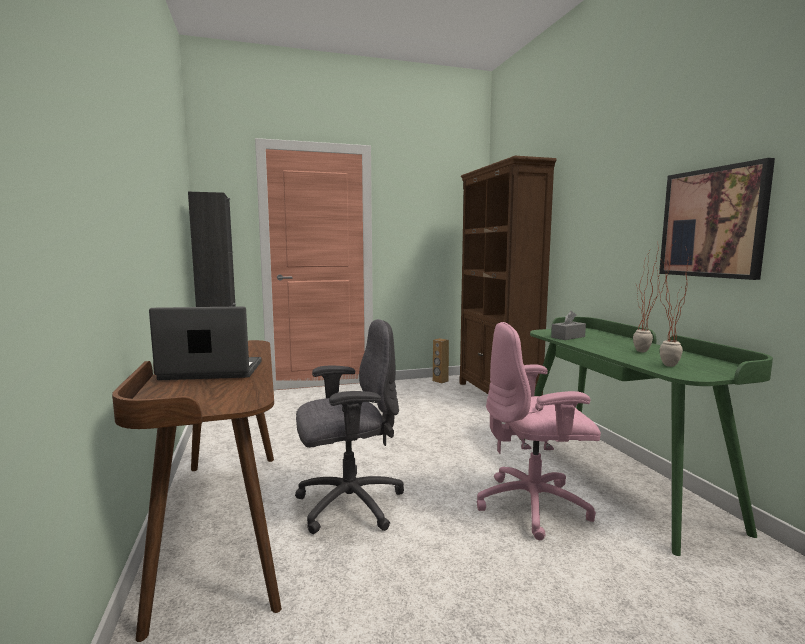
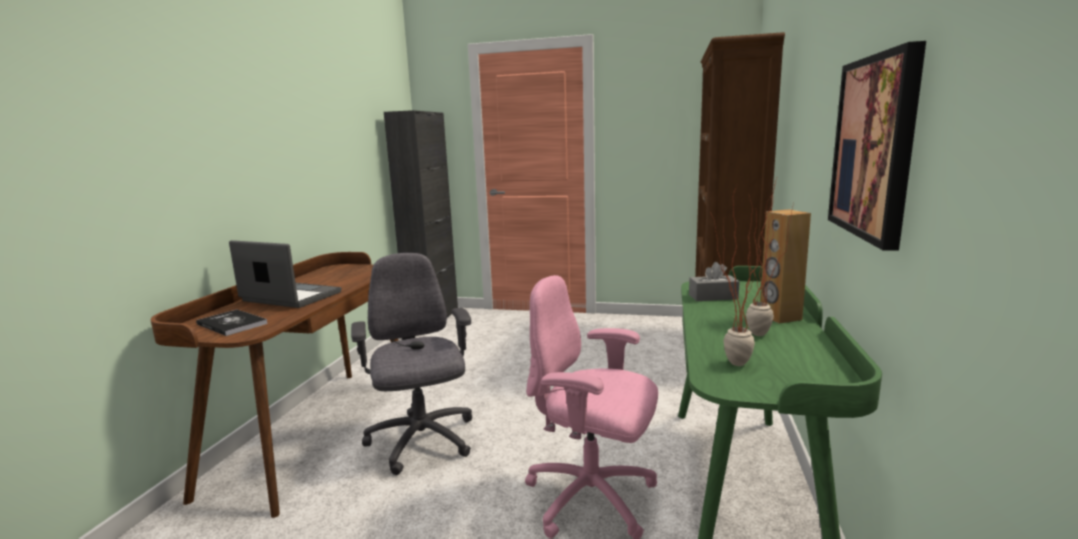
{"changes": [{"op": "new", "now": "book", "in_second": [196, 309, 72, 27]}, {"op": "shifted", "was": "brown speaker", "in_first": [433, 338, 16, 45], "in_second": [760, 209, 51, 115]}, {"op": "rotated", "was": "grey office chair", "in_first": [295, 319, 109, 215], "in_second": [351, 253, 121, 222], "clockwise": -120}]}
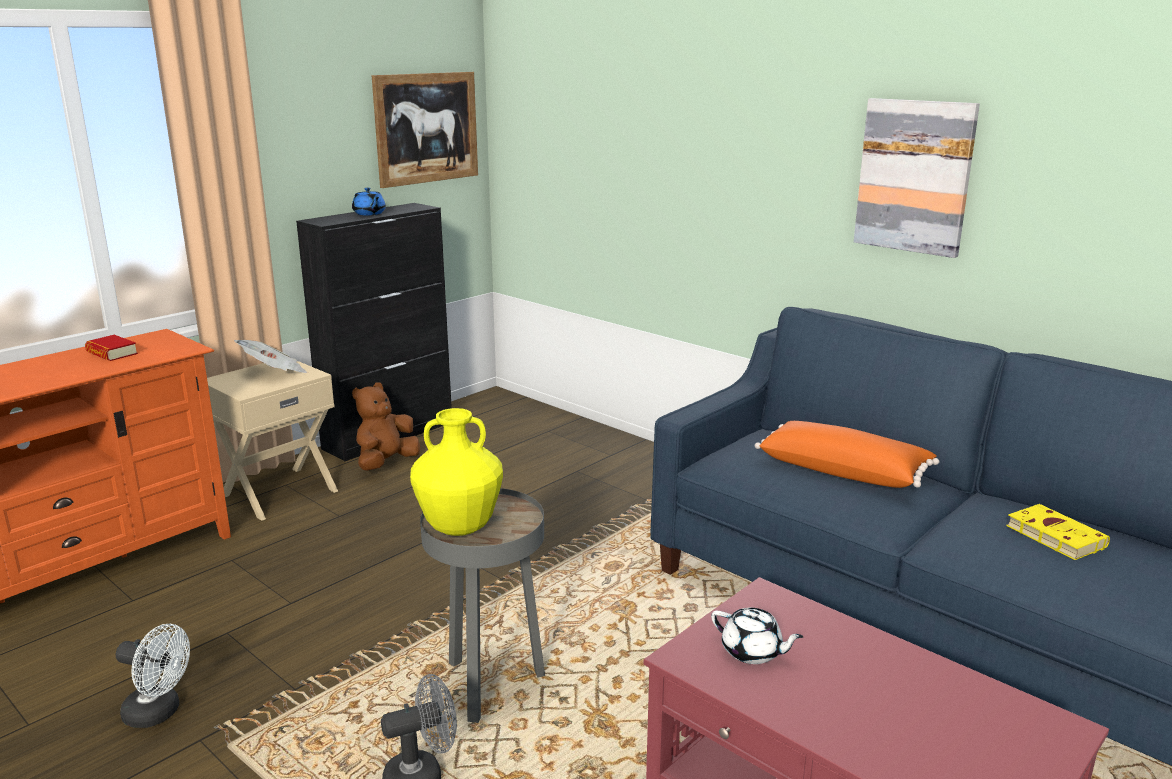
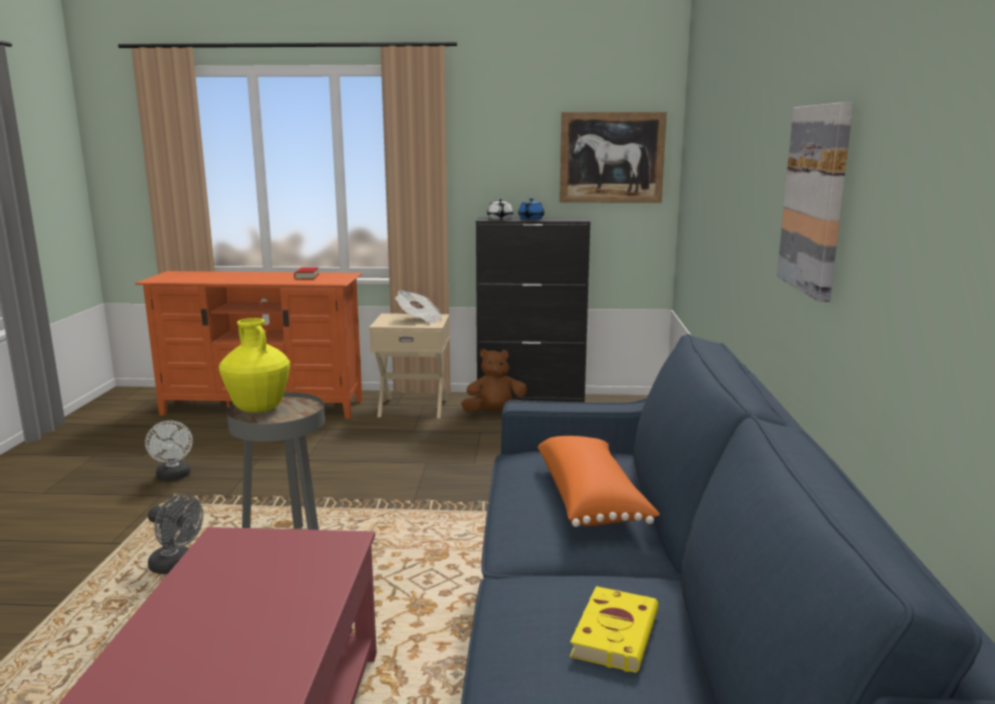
{"changes": [{"op": "shifted", "was": "white teapot", "in_first": [711, 608, 92, 56], "in_second": [487, 198, 26, 22]}]}
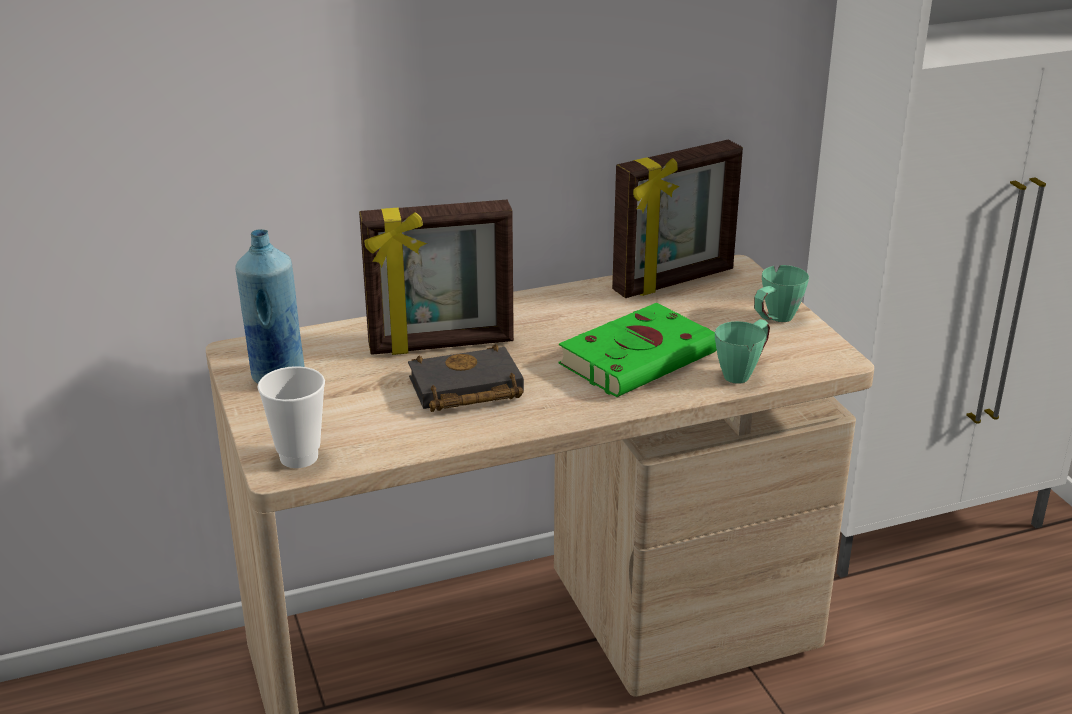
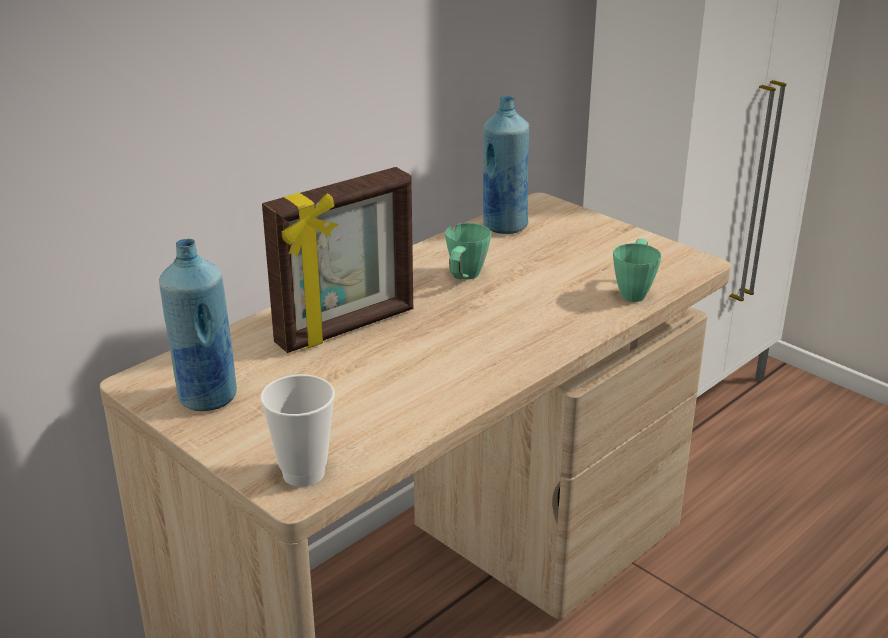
{"changes": [{"op": "gone", "was": "black book", "in_first": [408, 344, 116, 68]}, {"op": "gone", "was": "green book", "in_first": [559, 303, 158, 94]}, {"op": "shifted", "was": "green mug", "in_first": [754, 265, 55, 57], "in_second": [445, 223, 46, 56]}, {"op": "swapped", "was": "picture frame", "now": "blue bottle", "in_first": [612, 140, 131, 158], "in_second": [483, 96, 47, 138]}]}
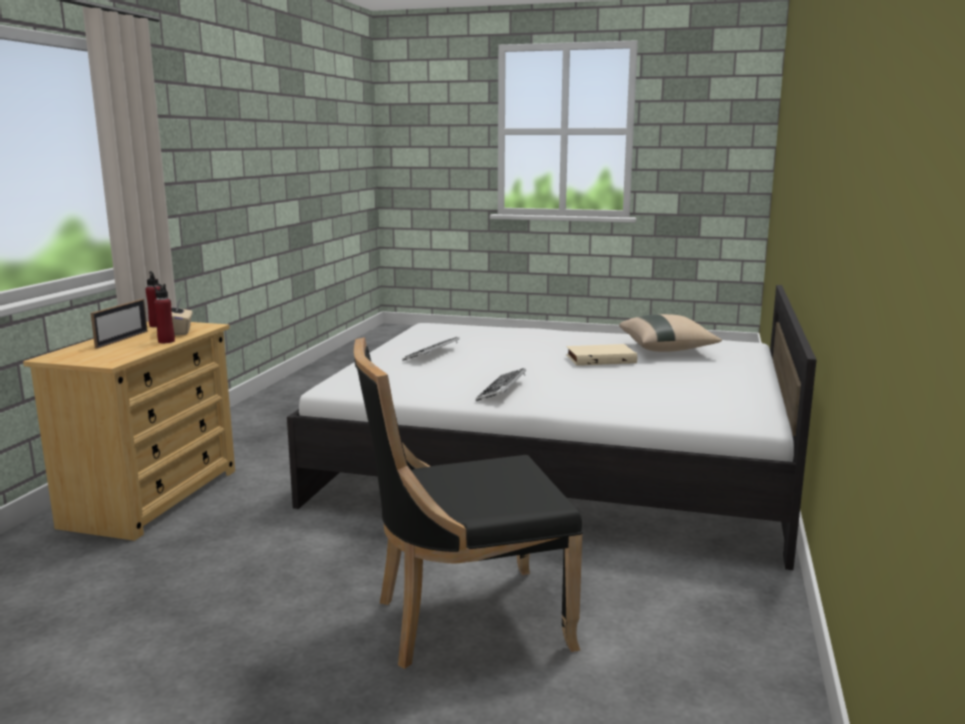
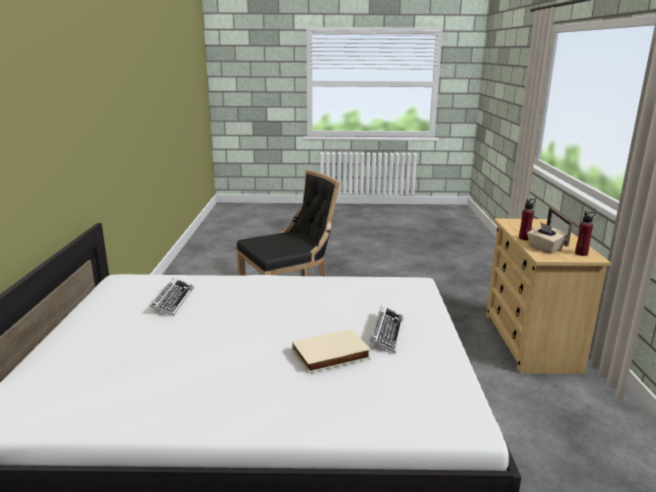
{"changes": [{"op": "gone", "was": "beige pillow", "in_first": [619, 314, 103, 38]}, {"op": "shifted", "was": "keyboard", "in_first": [476, 368, 50, 33], "in_second": [150, 278, 44, 38]}, {"op": "shifted", "was": "beige book", "in_first": [566, 344, 71, 22], "in_second": [292, 329, 79, 44]}]}
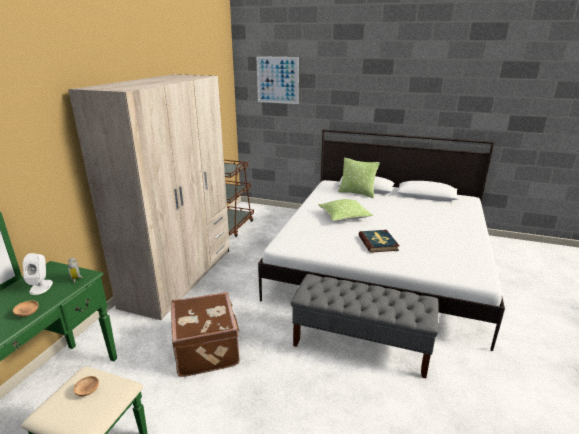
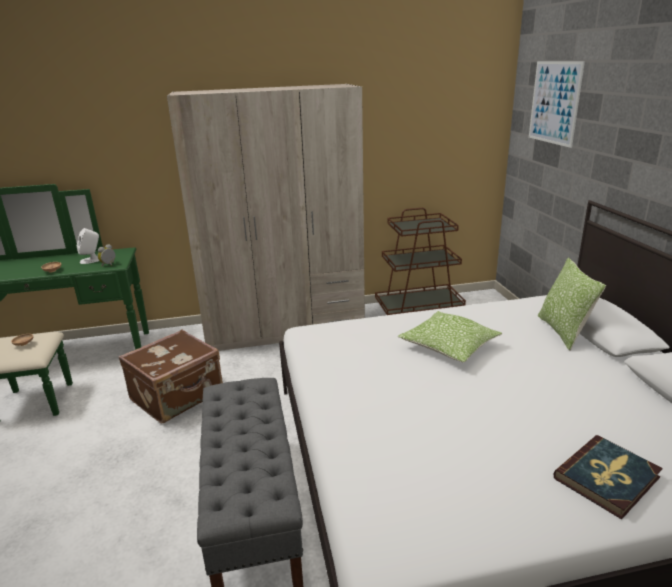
{"changes": [{"op": "shifted", "was": "book", "in_first": [359, 230, 40, 23], "in_second": [554, 435, 109, 84]}]}
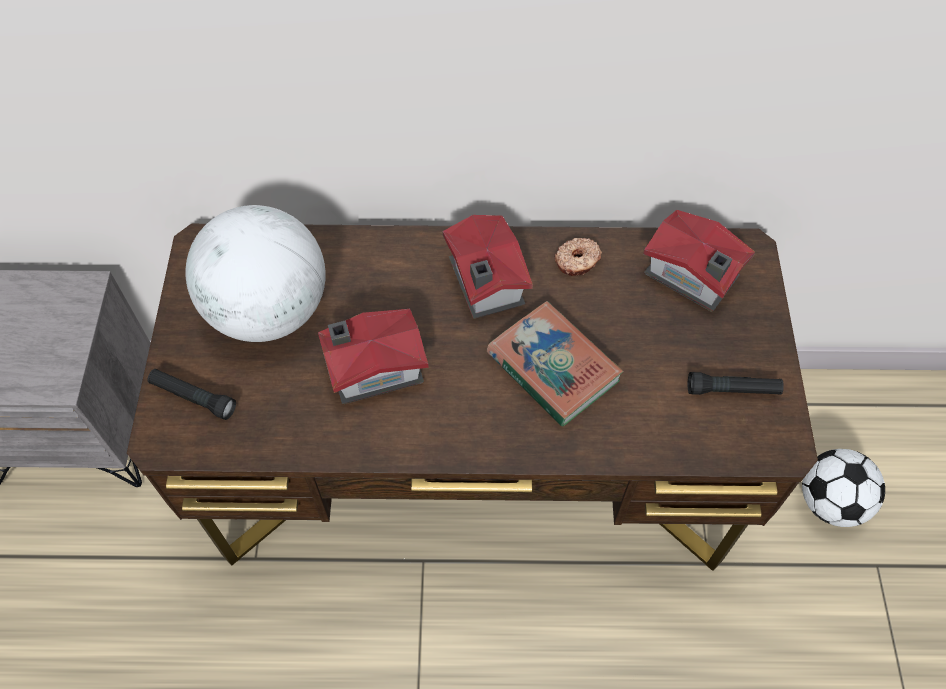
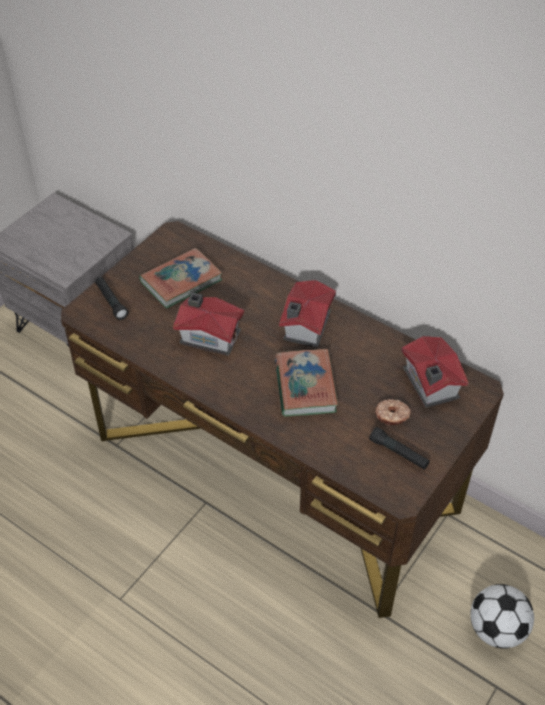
{"changes": [{"op": "shifted", "was": "donut", "in_first": [555, 238, 47, 38], "in_second": [375, 399, 36, 26]}, {"op": "swapped", "was": "globe", "now": "book", "in_first": [186, 205, 140, 137], "in_second": [139, 248, 83, 61]}]}
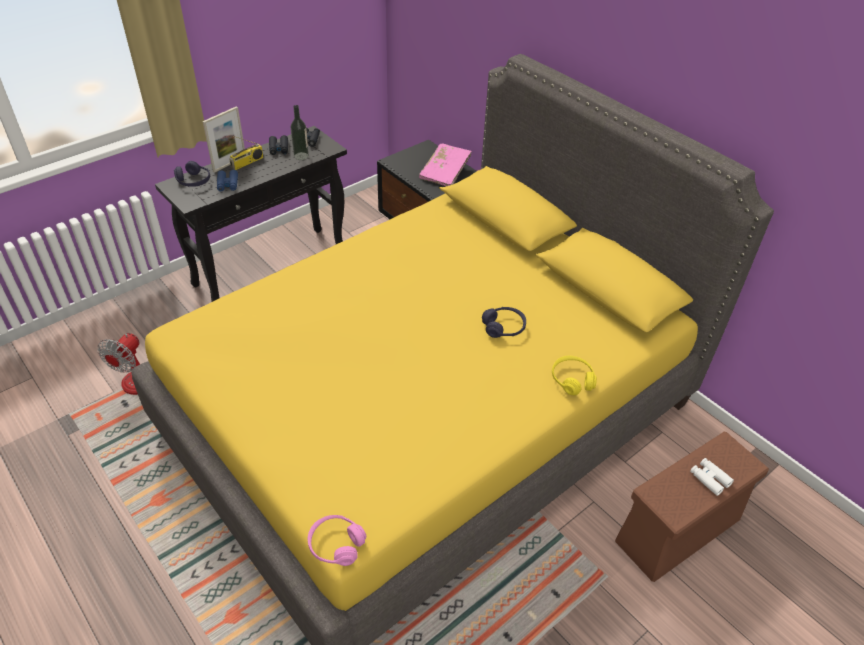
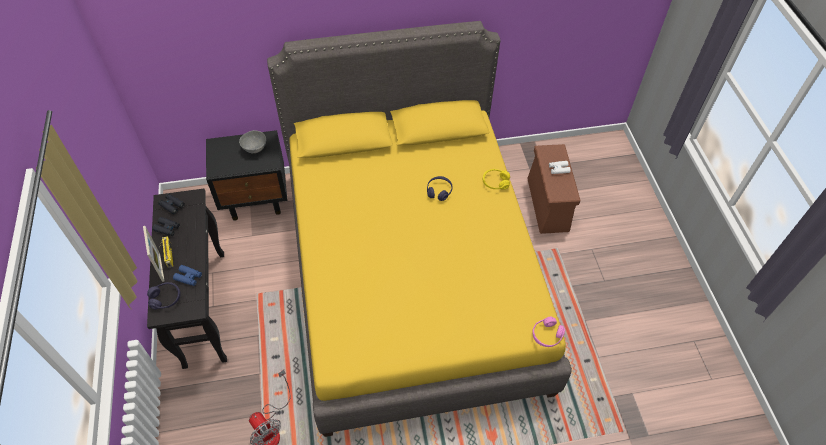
{"changes": [{"op": "gone", "was": "bottle", "in_first": [290, 105, 19, 55]}, {"op": "swapped", "was": "pink book", "now": "grey bowl", "in_first": [419, 143, 53, 43], "in_second": [239, 130, 27, 23]}]}
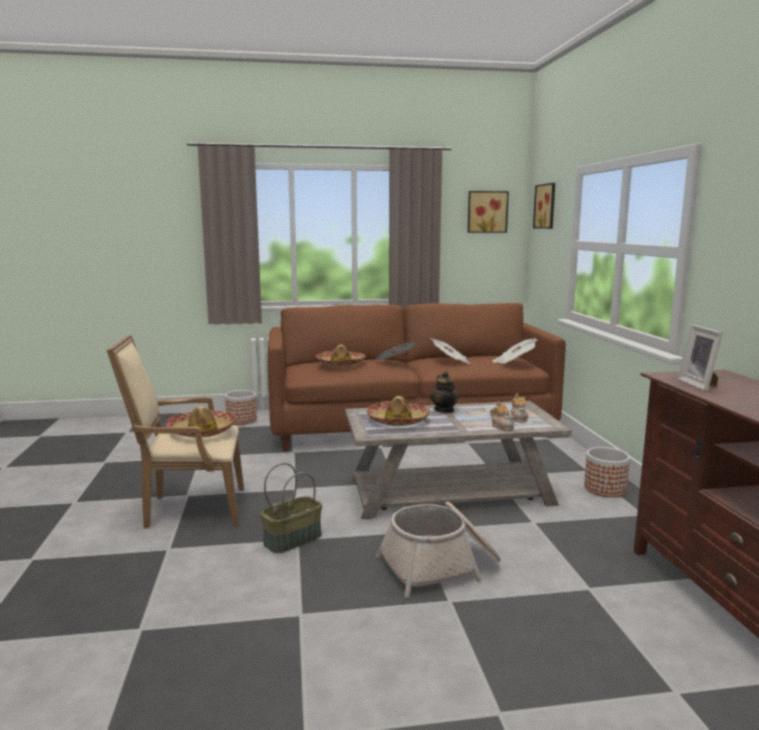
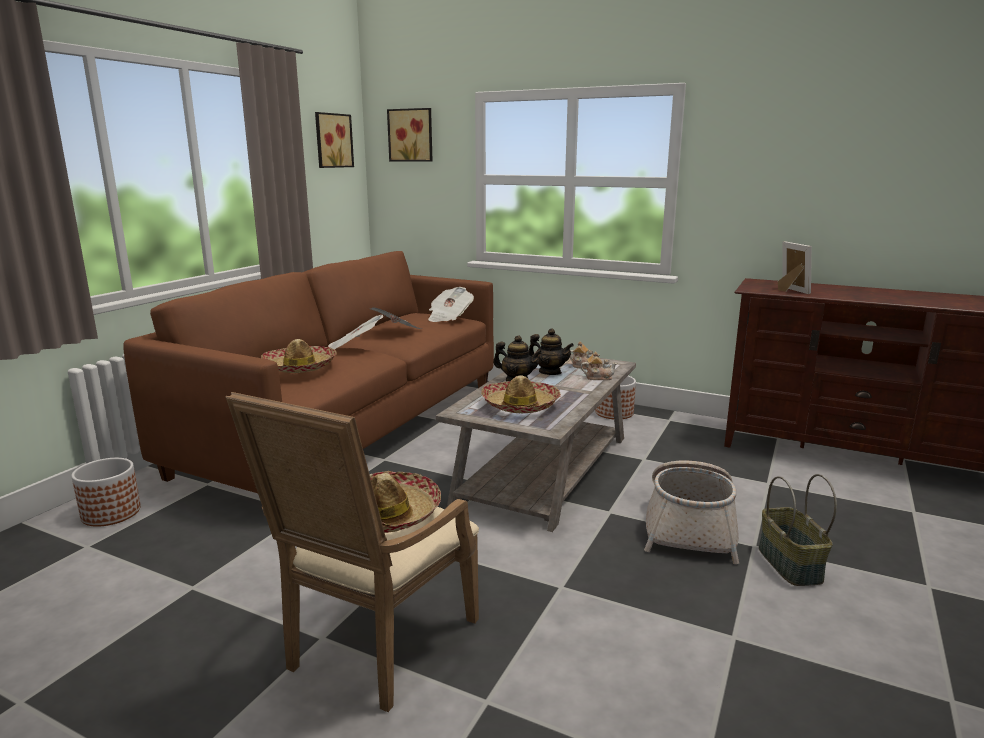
{"changes": [{"op": "new", "now": "teapot", "in_second": [529, 328, 45, 47]}, {"op": "shifted", "was": "basket", "in_first": [261, 463, 61, 90], "in_second": [759, 474, 78, 112]}, {"op": "rotated", "was": "picture frame", "in_first": [677, 325, 46, 66], "in_second": [778, 241, 34, 53], "clockwise": -135}]}
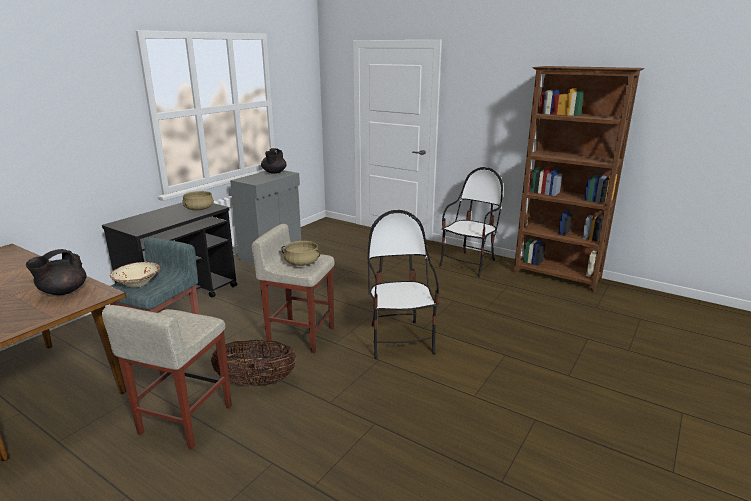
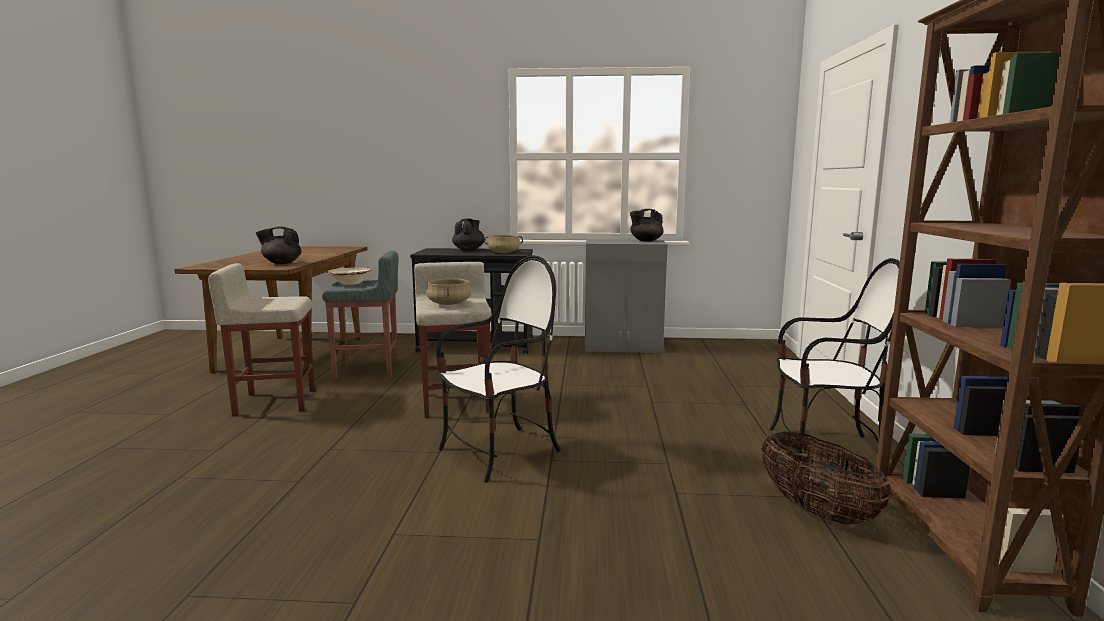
{"changes": [{"op": "new", "now": "black teapot", "in_second": [452, 219, 33, 32]}, {"op": "shifted", "was": "basket", "in_first": [211, 340, 85, 46], "in_second": [761, 432, 130, 93]}]}
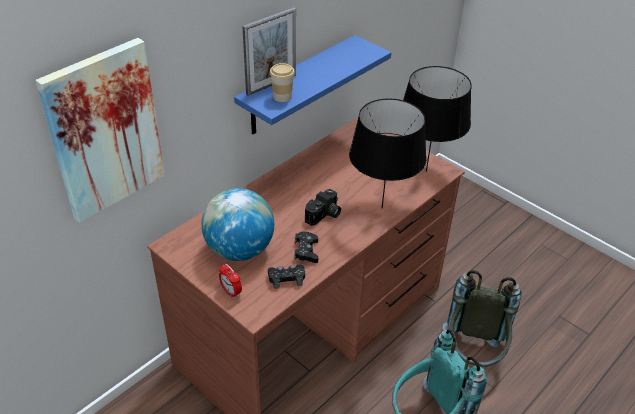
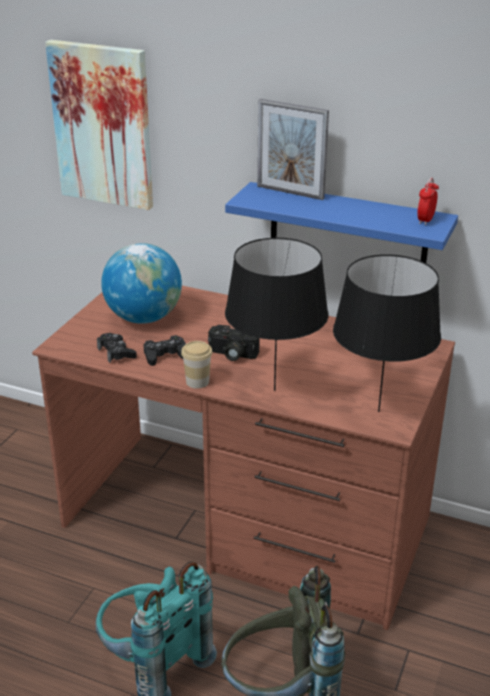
{"changes": [{"op": "shifted", "was": "alarm clock", "in_first": [219, 264, 23, 35], "in_second": [417, 178, 22, 47]}, {"op": "shifted", "was": "cup", "in_first": [270, 63, 25, 39], "in_second": [181, 341, 32, 48]}]}
